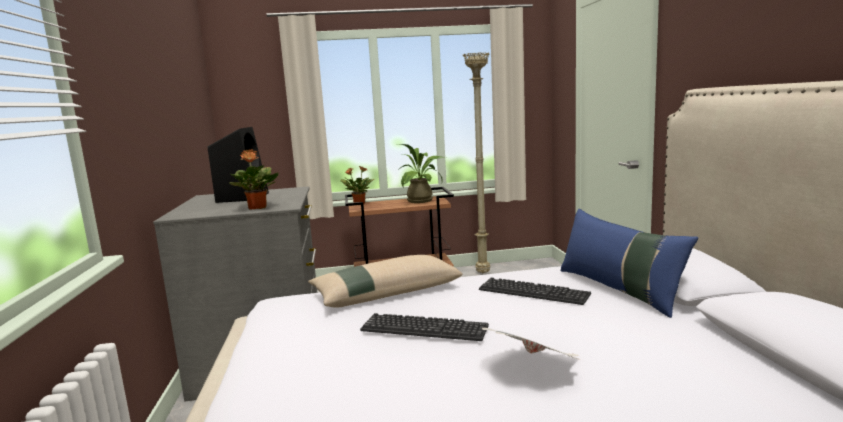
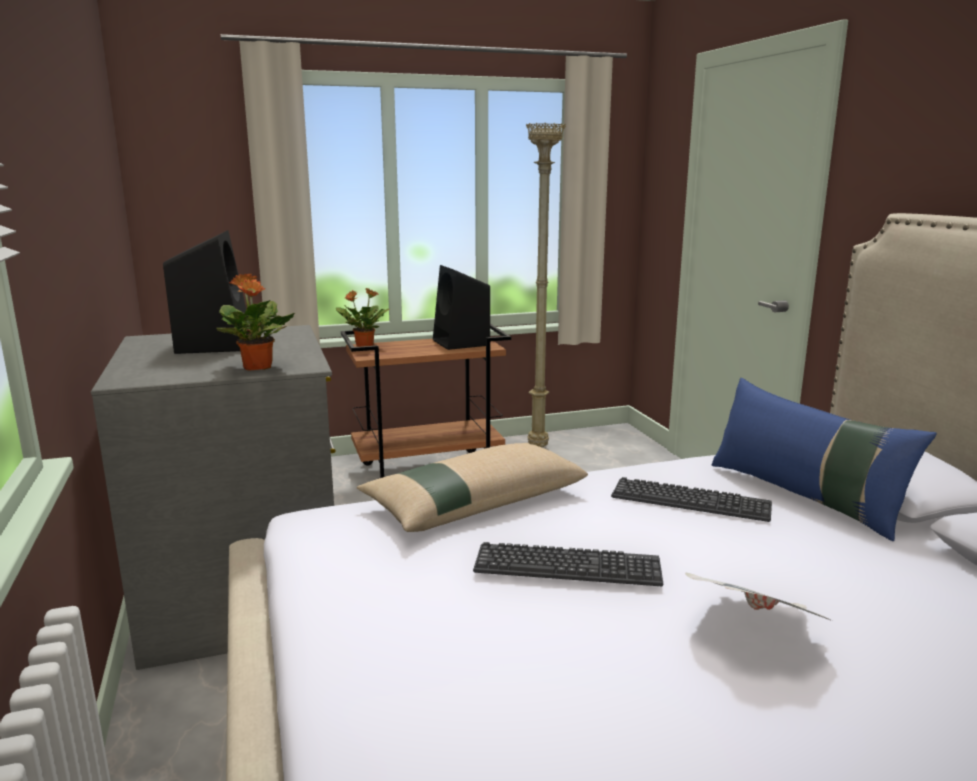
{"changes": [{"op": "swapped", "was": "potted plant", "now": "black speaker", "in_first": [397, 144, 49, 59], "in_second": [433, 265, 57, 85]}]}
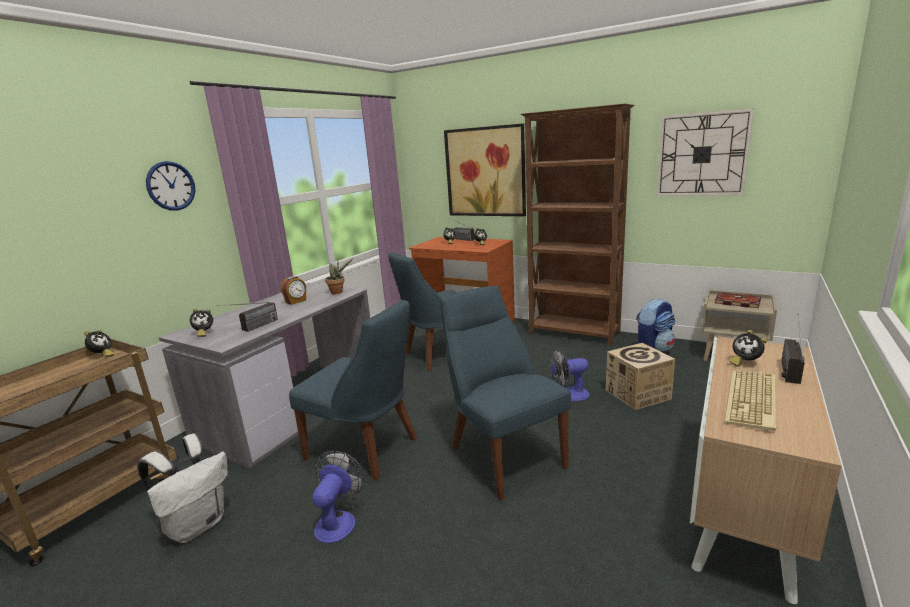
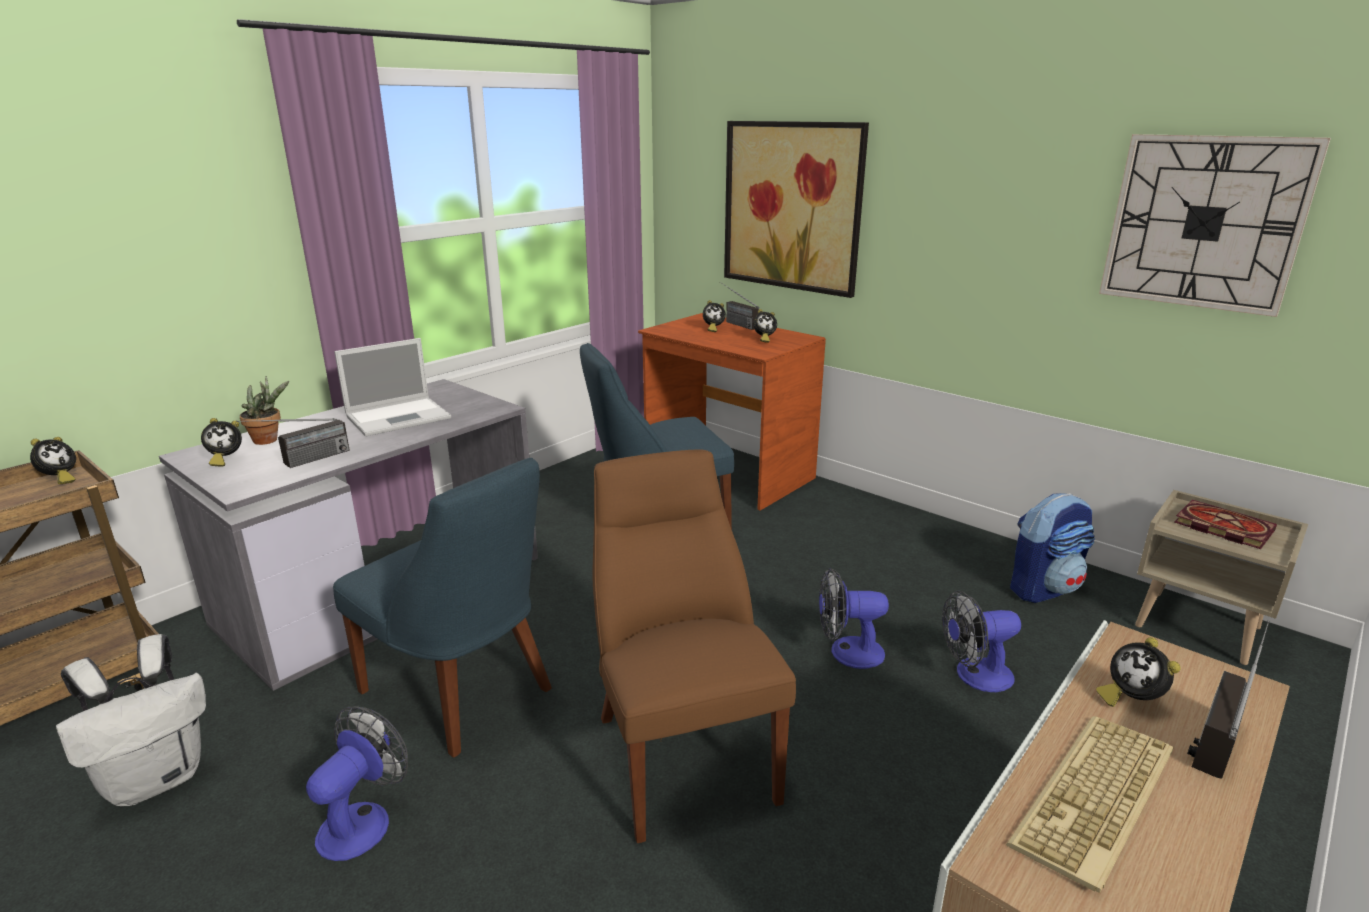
{"changes": [{"op": "gone", "was": "wall clock", "in_first": [146, 161, 49, 50]}, {"op": "gone", "was": "brown bookcase", "in_first": [521, 104, 113, 242]}, {"op": "shifted", "was": "potted plant", "in_first": [325, 258, 28, 36], "in_second": [240, 376, 49, 69]}, {"op": "swapped", "was": "alarm clock", "now": "laptop", "in_first": [281, 276, 25, 29], "in_second": [334, 338, 117, 99]}, {"op": "swapped", "was": "cardboard box", "now": "fan", "in_first": [606, 343, 69, 67], "in_second": [942, 591, 79, 101]}, {"op": "repainted", "was": "blue chair", "now": "brown chair", "in_first": [441, 286, 130, 214], "in_second": [592, 450, 204, 393]}]}
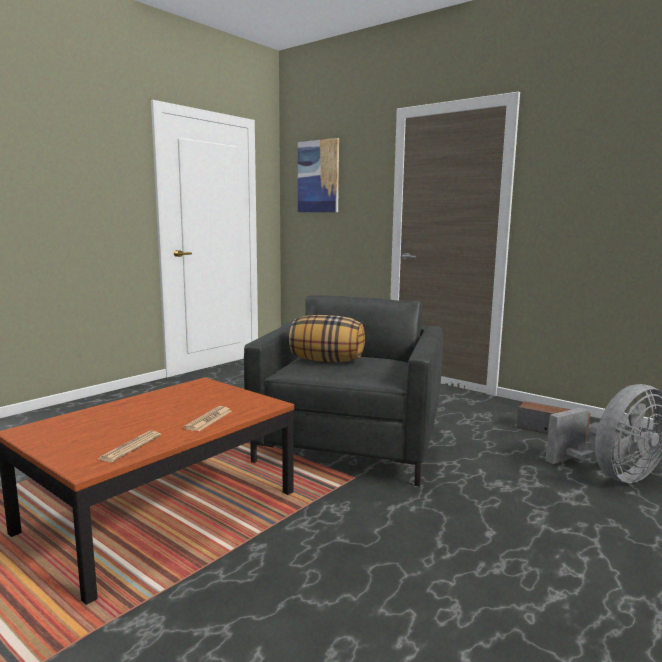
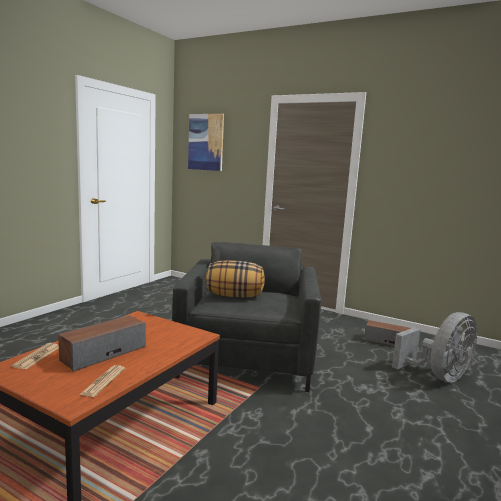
{"changes": [{"op": "new", "now": "speaker", "in_second": [58, 315, 88, 57]}, {"op": "shifted", "was": "newspaper", "in_first": [183, 406, 49, 26], "in_second": [12, 343, 47, 26]}]}
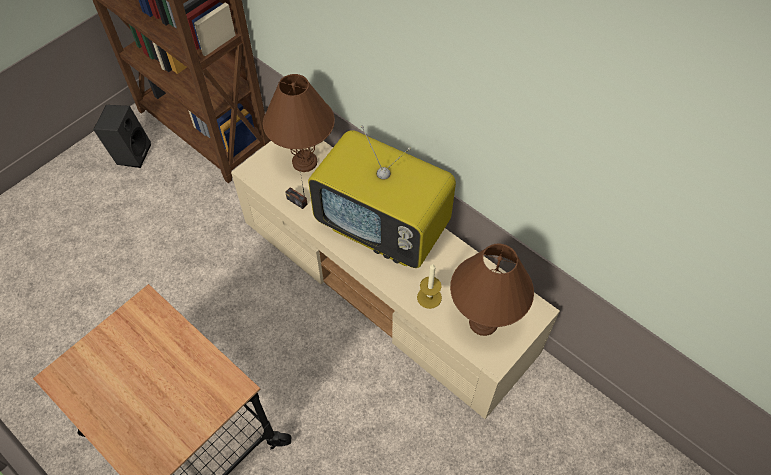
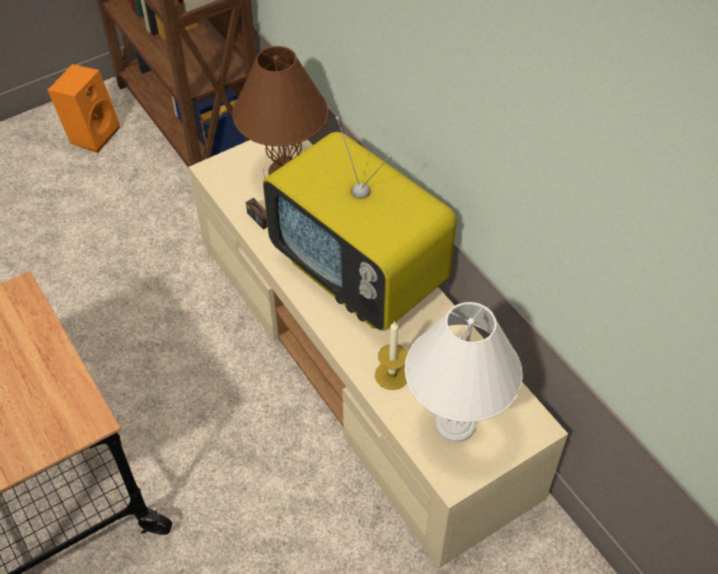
{"changes": [{"op": "repainted", "was": "black speaker", "now": "orange speaker", "in_first": [93, 105, 58, 63], "in_second": [47, 64, 73, 89]}, {"op": "repainted", "was": "brown table lamp", "now": "white table lamp", "in_first": [450, 244, 84, 92], "in_second": [405, 302, 117, 140]}]}
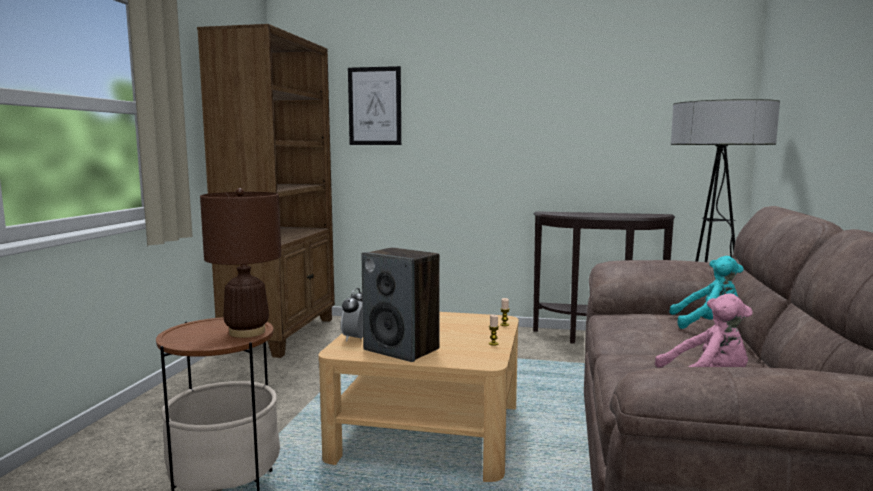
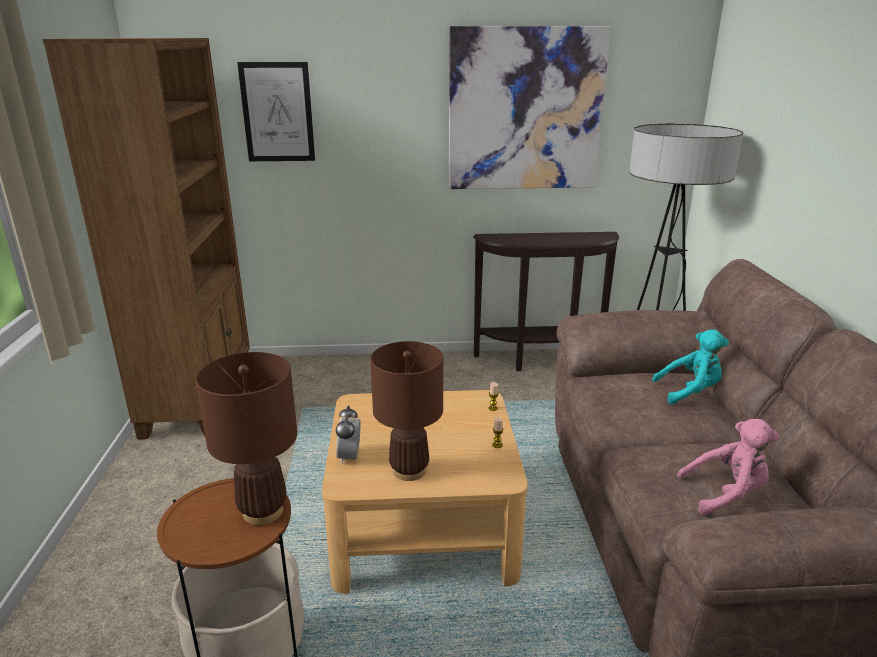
{"changes": [{"op": "new", "now": "picture", "in_second": [449, 26, 162, 163]}, {"op": "swapped", "was": "speaker", "now": "brown table lamp", "in_first": [361, 248, 79, 114], "in_second": [370, 341, 73, 140]}]}
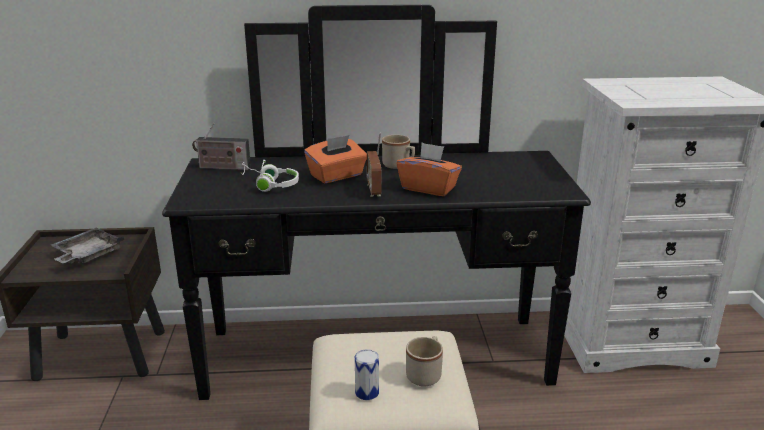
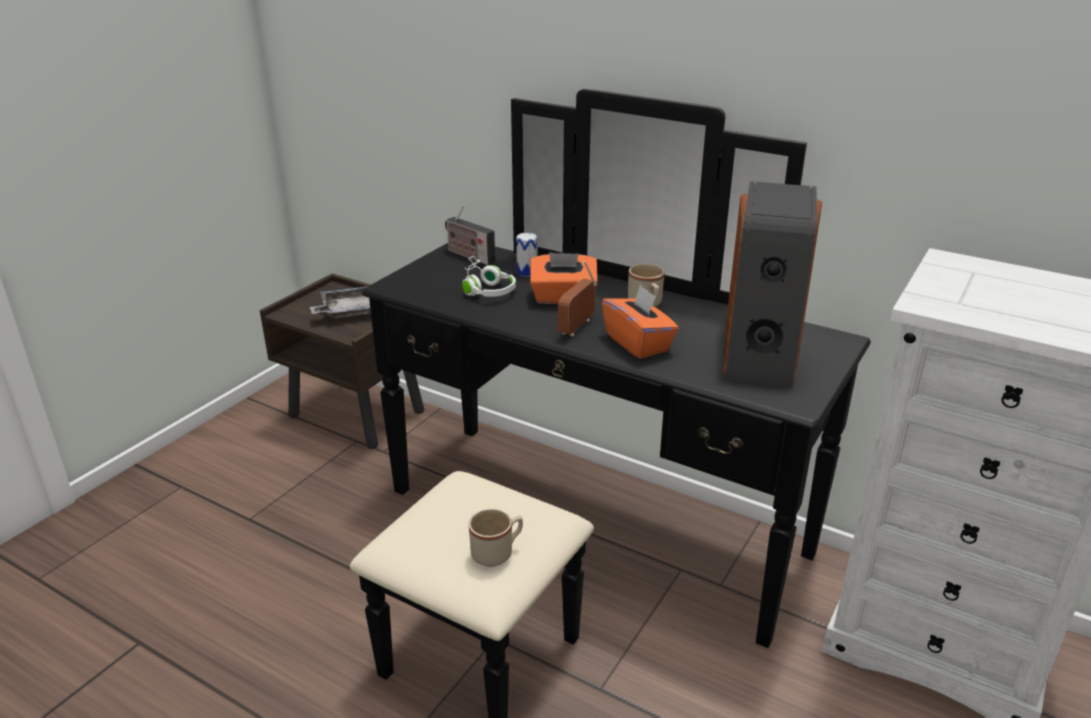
{"changes": [{"op": "new", "now": "speaker", "in_second": [723, 181, 99, 207]}, {"op": "shifted", "was": "can", "in_first": [355, 349, 24, 51], "in_second": [516, 232, 22, 45]}]}
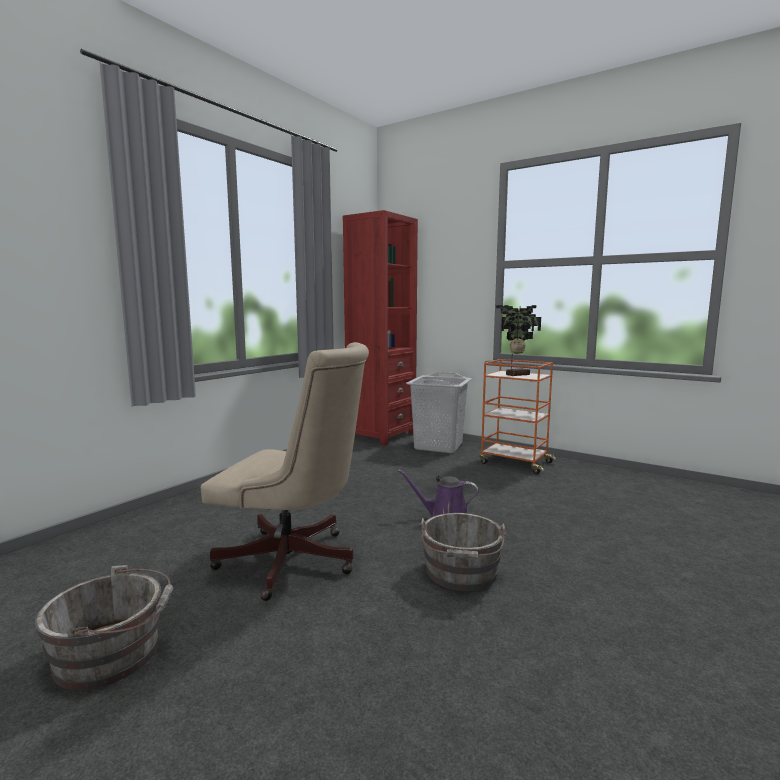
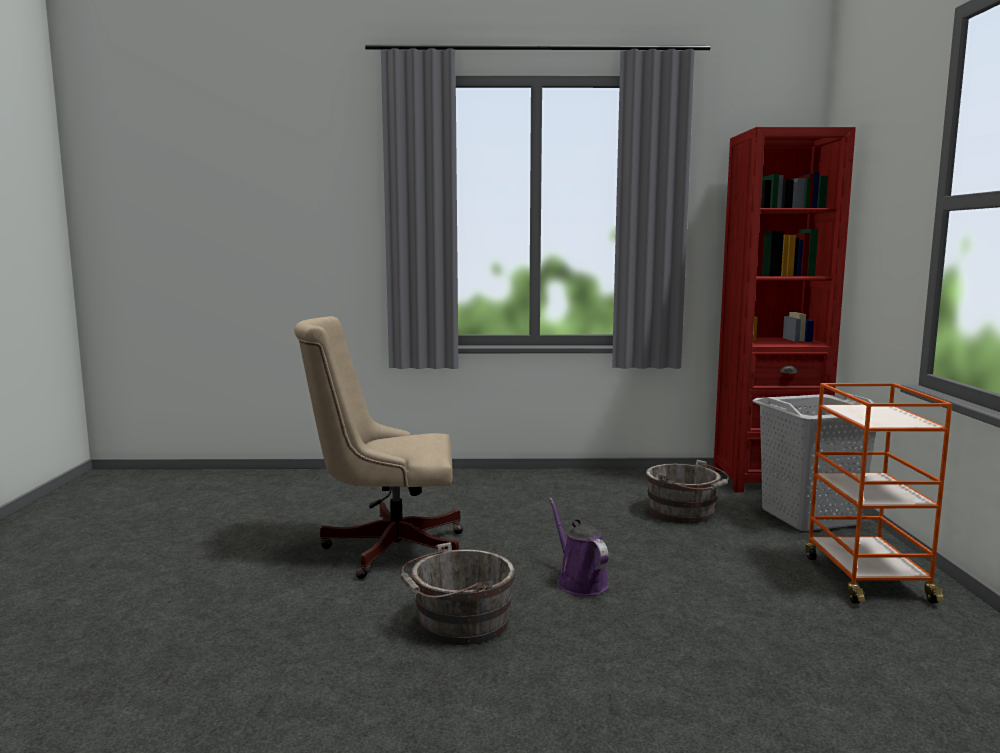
{"changes": [{"op": "gone", "was": "potted plant", "in_first": [496, 305, 45, 71]}, {"op": "shifted", "was": "grey bucket", "in_first": [35, 565, 138, 125], "in_second": [646, 460, 83, 63]}, {"op": "rotated", "was": "beige office chair", "in_first": [201, 342, 168, 259], "in_second": [294, 316, 169, 263], "clockwise": 105}]}
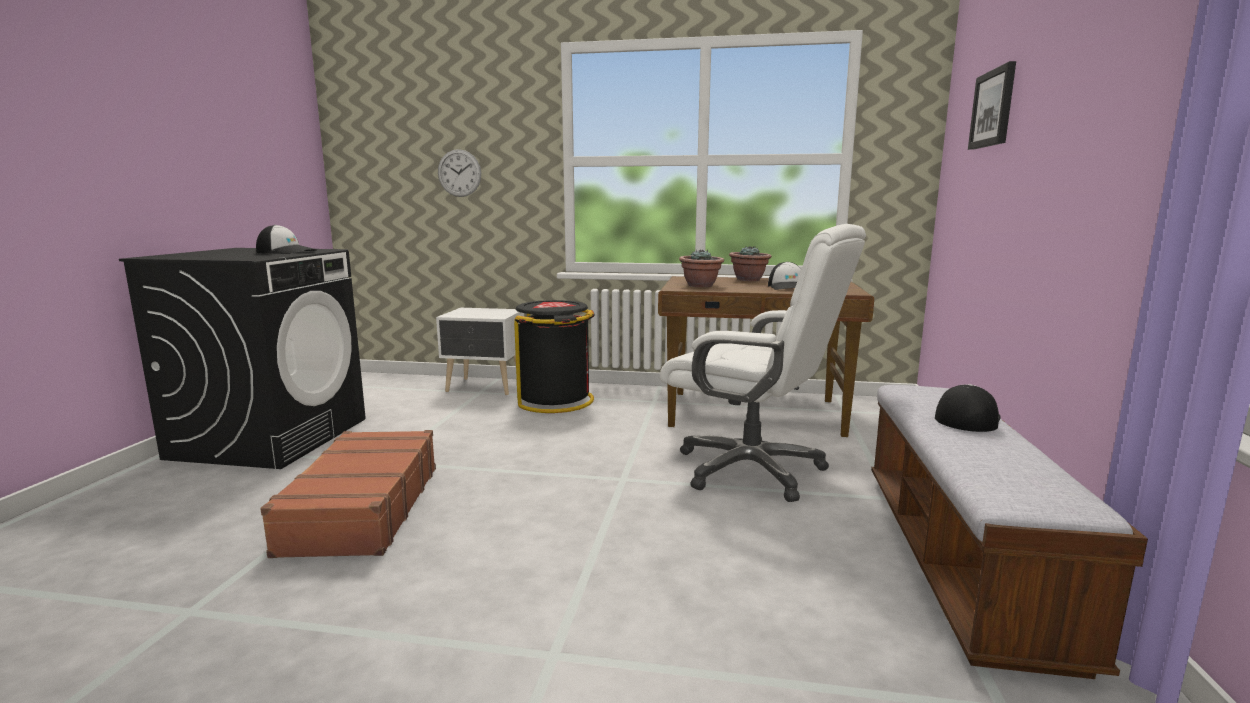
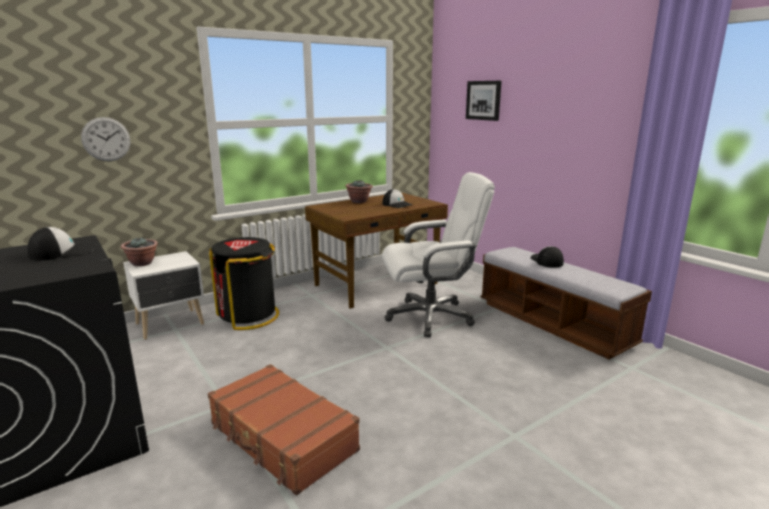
{"changes": [{"op": "shifted", "was": "potted plant", "in_first": [679, 249, 45, 38], "in_second": [121, 238, 37, 28]}]}
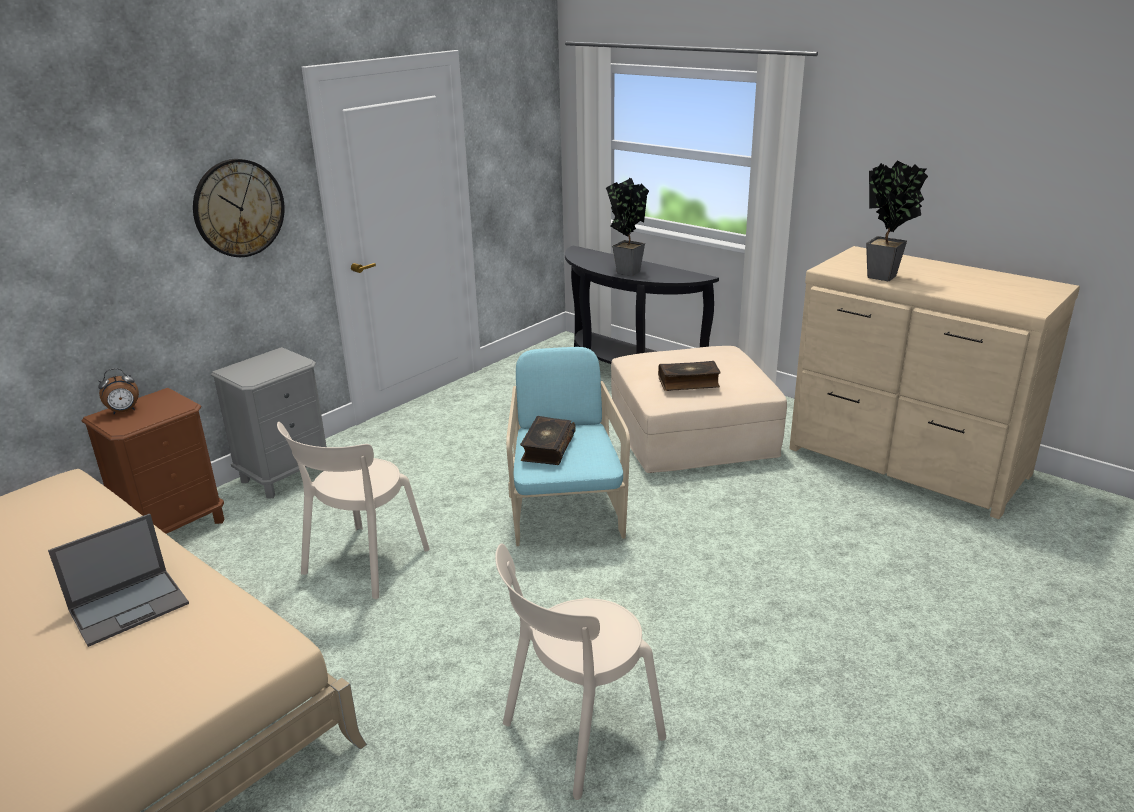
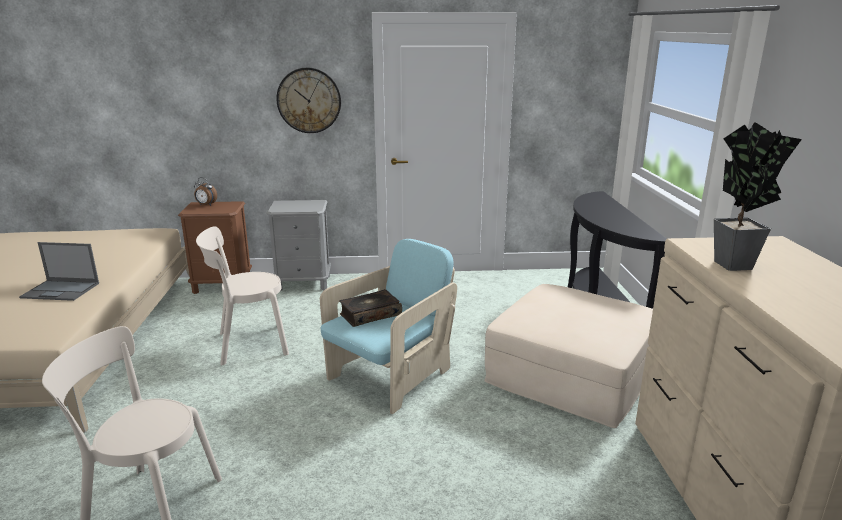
{"changes": [{"op": "gone", "was": "potted plant", "in_first": [606, 177, 43, 99]}, {"op": "gone", "was": "book", "in_first": [658, 361, 63, 30]}]}
